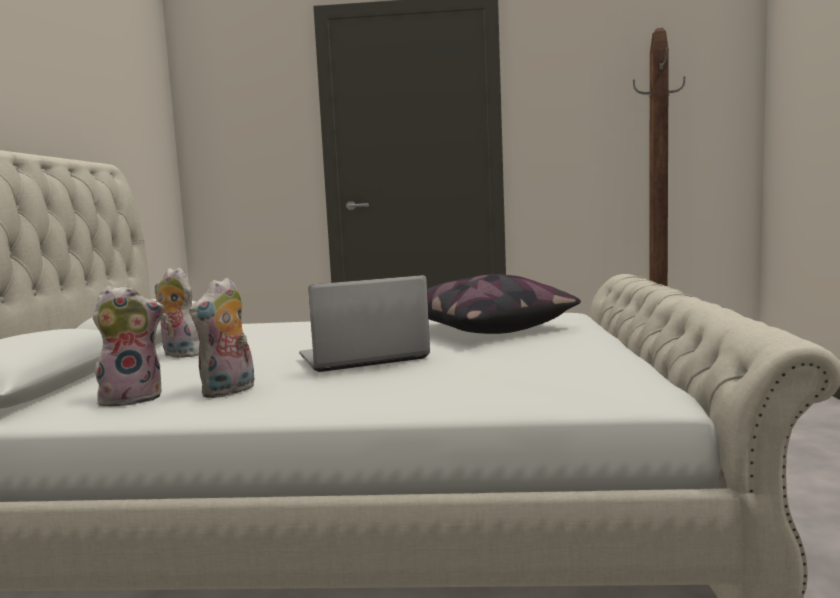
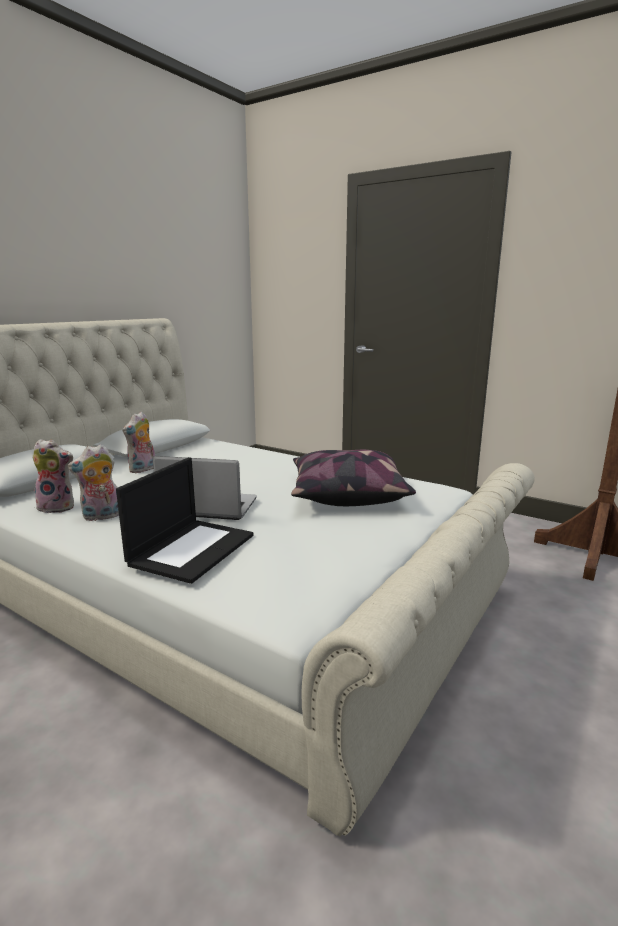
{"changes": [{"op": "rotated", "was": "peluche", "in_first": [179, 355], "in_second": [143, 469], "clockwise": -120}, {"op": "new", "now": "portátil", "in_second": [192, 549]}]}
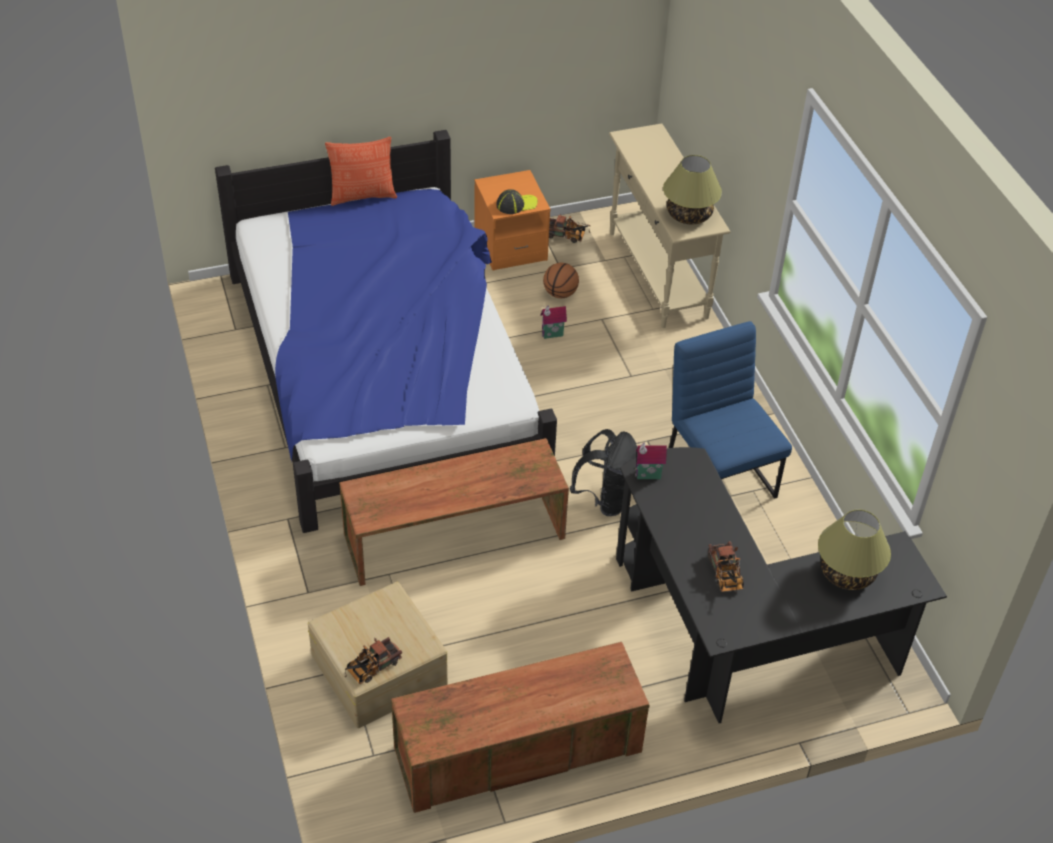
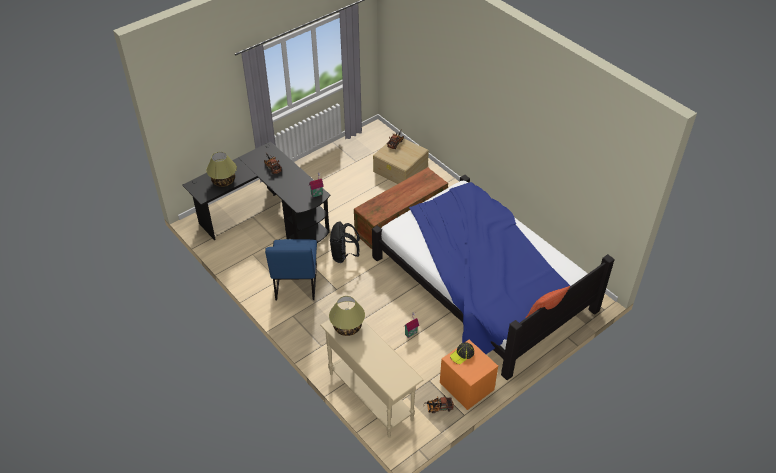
{"changes": [{"op": "gone", "was": "balón de baloncesto", "in_first": [560, 294]}, {"op": "rotated", "was": "silla [azul]", "in_first": [720, 473], "in_second": [295, 284], "clockwise": 45}, {"op": "gone", "was": "banco [marrón]", "in_first": [517, 752]}]}
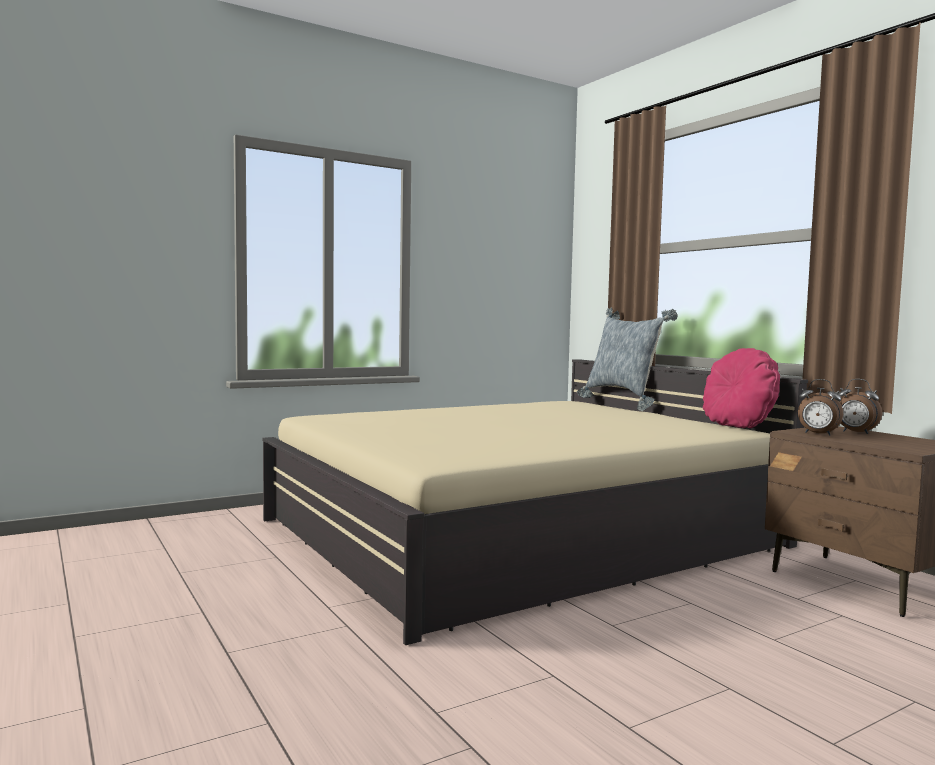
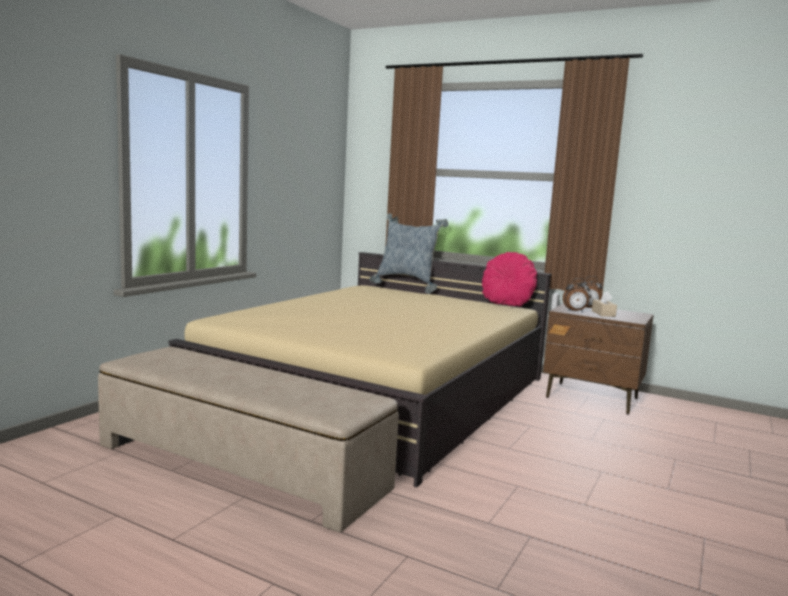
{"changes": [{"op": "new", "now": "caja de pañuelos [beis]", "in_second": [603, 313]}, {"op": "new", "now": "banco [beis]", "in_second": [242, 466]}]}
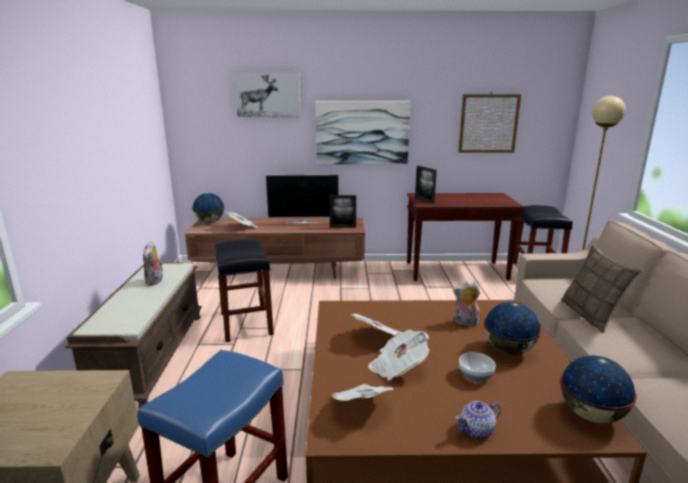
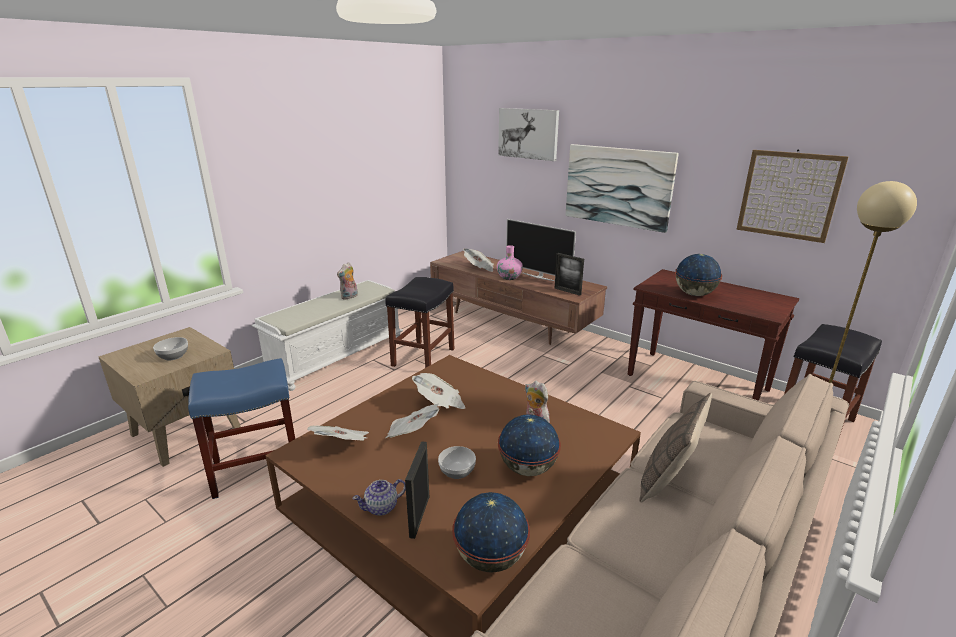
{"changes": [{"op": "shifted", "was": "portarretratos", "in_first": [424, 200], "in_second": [419, 516]}, {"op": "shifted", "was": "globo terráqueo", "in_first": [209, 222], "in_second": [694, 294]}, {"op": "repainted", "was": "banco [marrón]", "now": "banco [blanco]", "in_first": [151, 355], "in_second": [337, 355]}, {"op": "rotated", "was": "tetera", "in_first": [477, 430], "in_second": [382, 507], "clockwise": -45}, {"op": "new", "now": "florero [rosa]", "in_second": [509, 277]}, {"op": "new", "now": "cuenco", "in_second": [174, 356]}]}
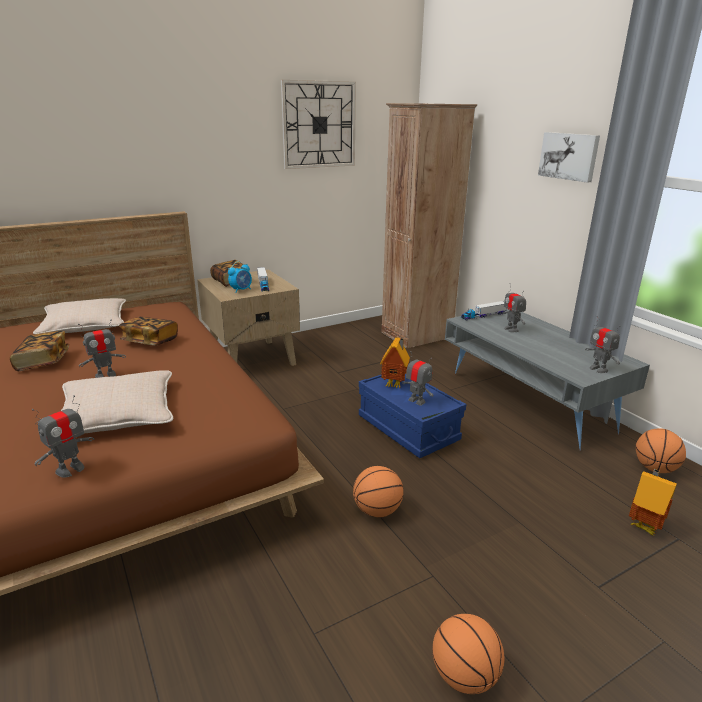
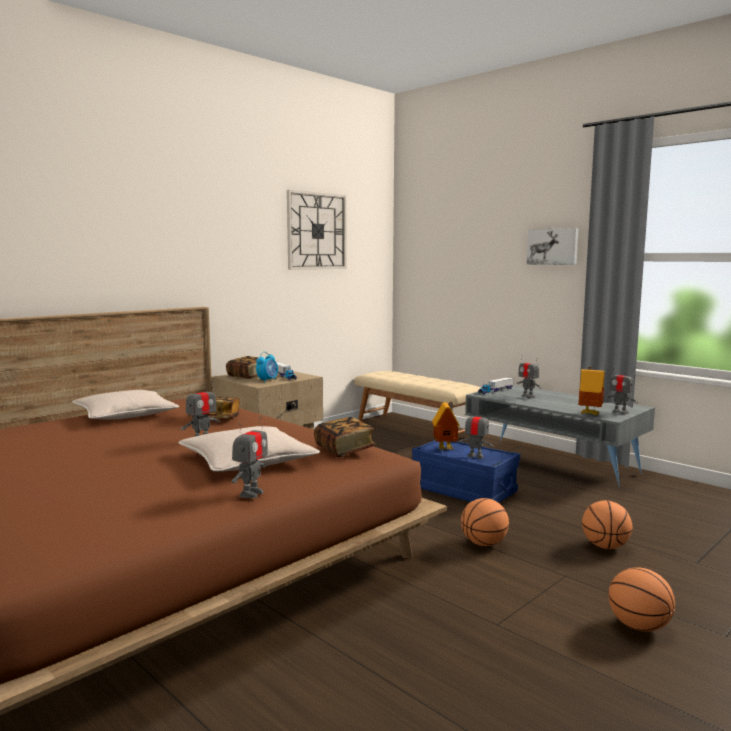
{"changes": [{"op": "swapped", "was": "armario [marrón]", "now": "banco [beis]", "in_first": [416, 335], "in_second": [416, 428]}, {"op": "shifted", "was": "libro", "in_first": [43, 361], "in_second": [344, 449]}, {"op": "shifted", "was": "balón de baloncesto", "in_first": [655, 469], "in_second": [605, 547]}, {"op": "shifted", "was": "casita", "in_first": [644, 526], "in_second": [589, 414]}]}
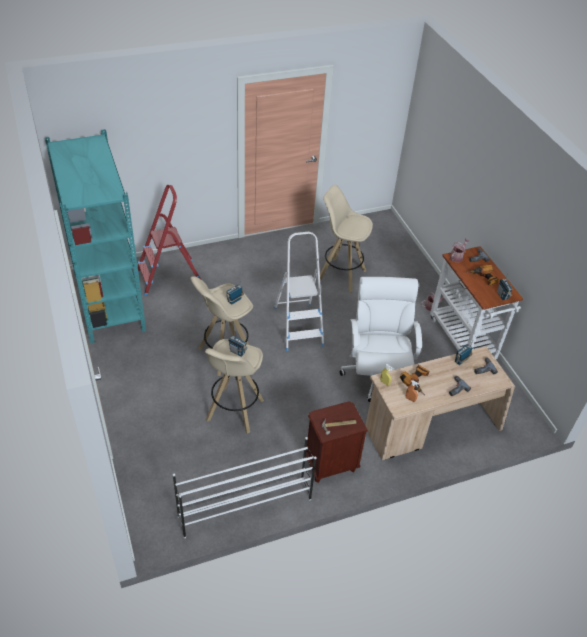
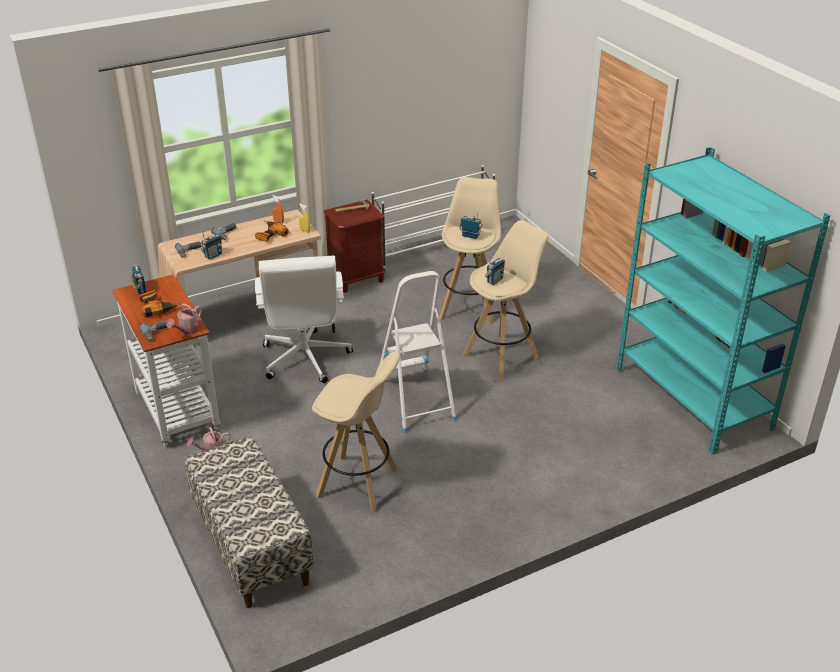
{"changes": [{"op": "gone", "was": "escalera de tijera [rojo]", "in_first": [168, 277]}, {"op": "new", "now": "banco", "in_second": [251, 545]}]}
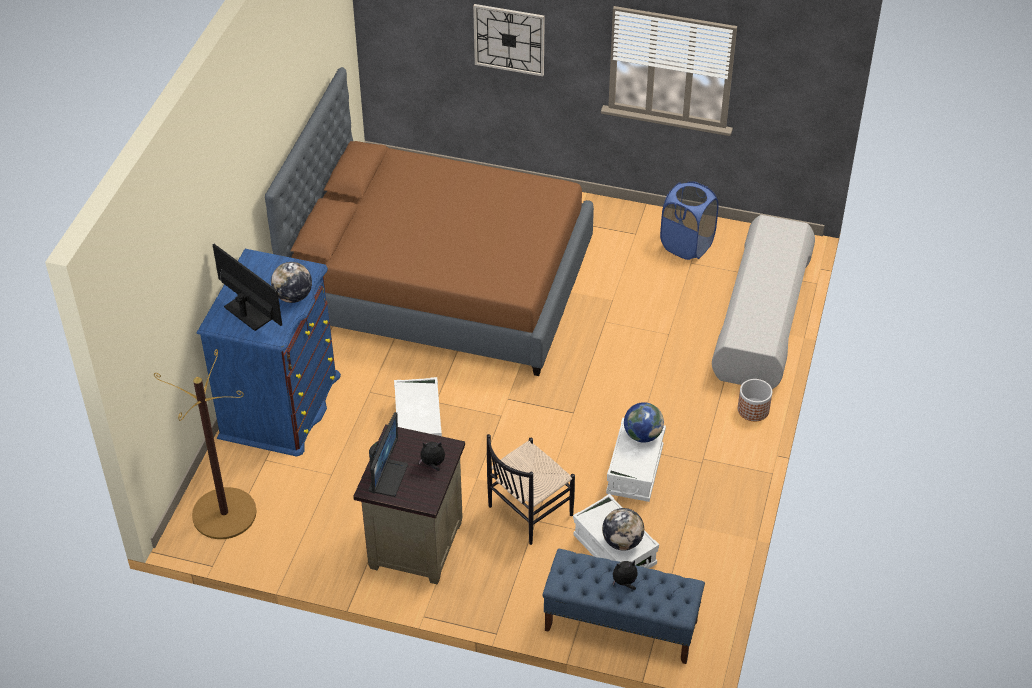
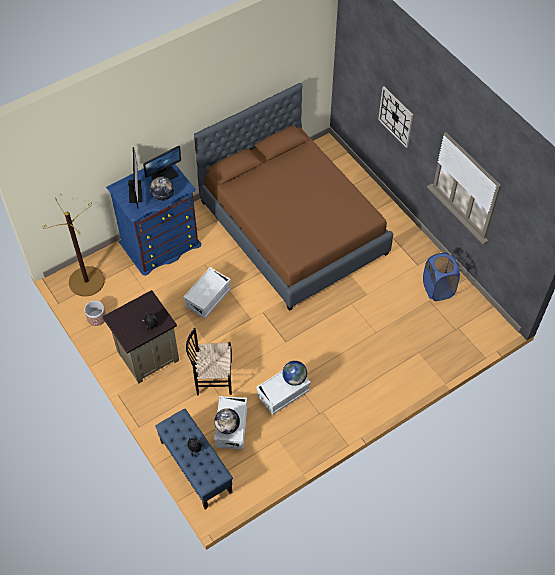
{"changes": [{"op": "gone", "was": "banco [gris]", "in_first": [763, 317]}, {"op": "shifted", "was": "maceta", "in_first": [753, 410], "in_second": [96, 318]}, {"op": "shifted", "was": "monitor", "in_first": [387, 477], "in_second": [164, 175]}]}
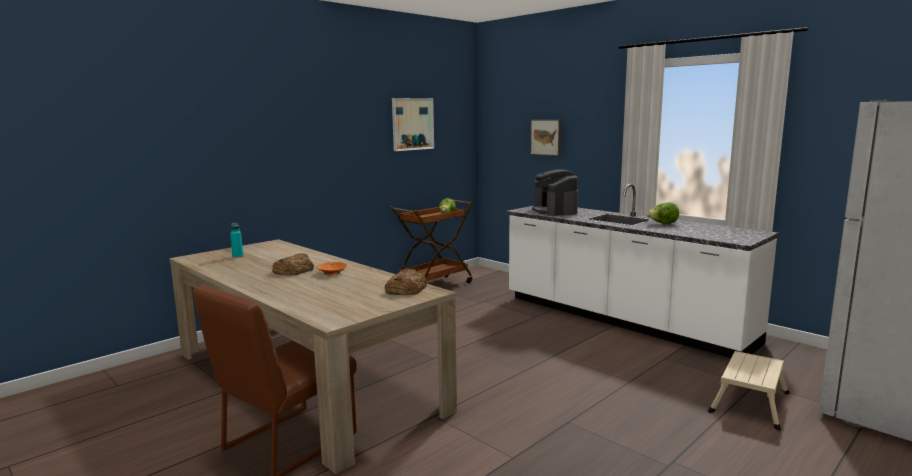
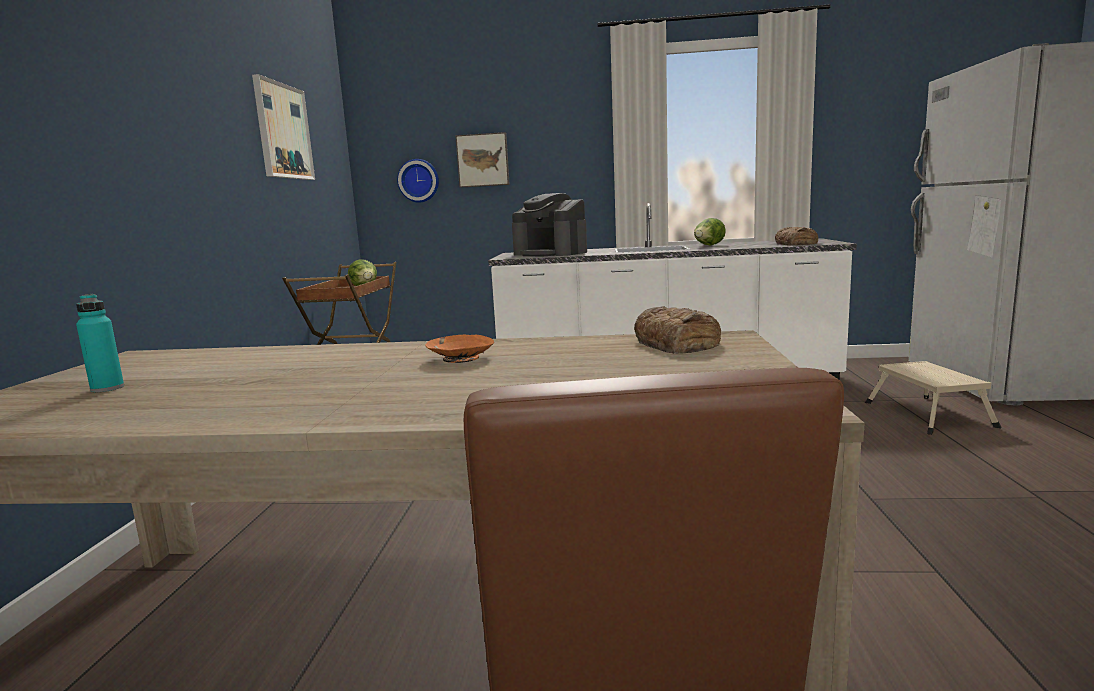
{"changes": [{"op": "shifted", "was": "pan", "in_first": [294, 270], "in_second": [795, 243]}, {"op": "new", "now": "reloj de pared", "in_second": [419, 180]}]}
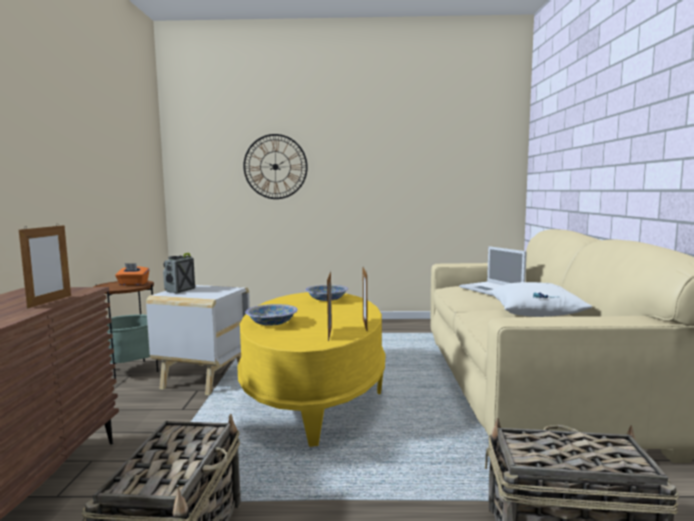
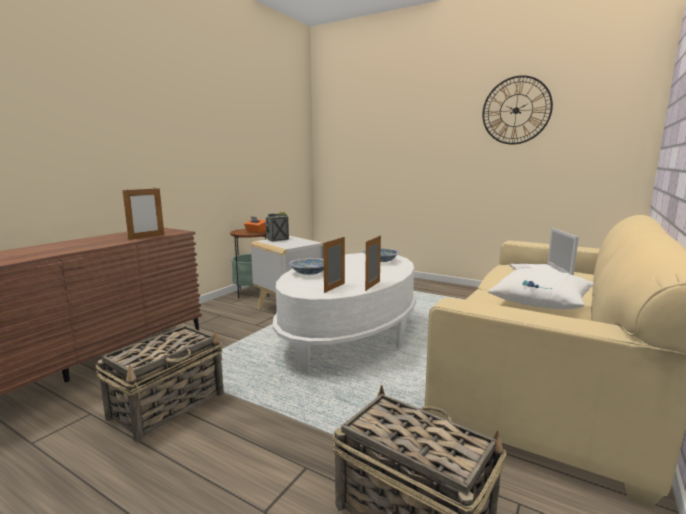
{"changes": [{"op": "shifted", "was": "reloj de pared", "in_first": [275, 166], "in_second": [516, 110]}, {"op": "repainted", "was": "mesa de centro [amarillo]", "now": "mesa de centro [blanco]", "in_first": [314, 393], "in_second": [349, 335]}]}
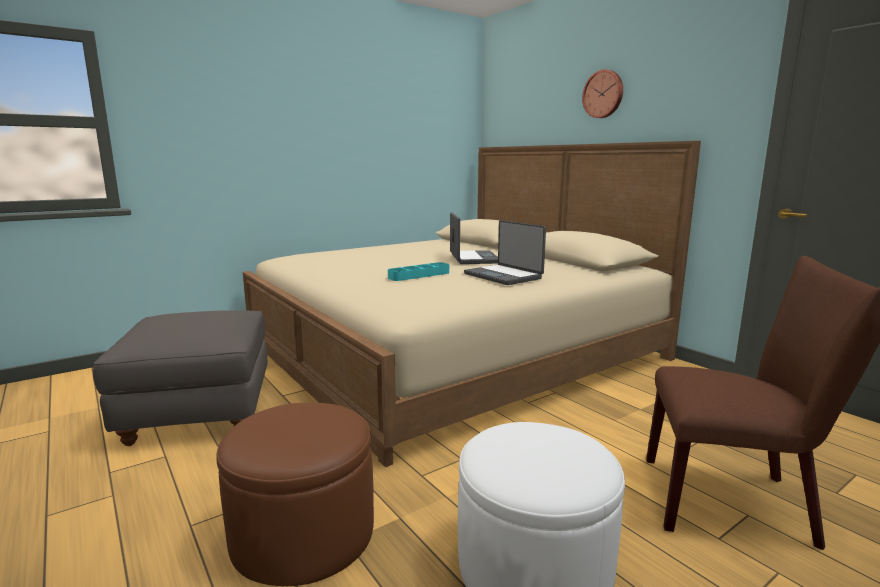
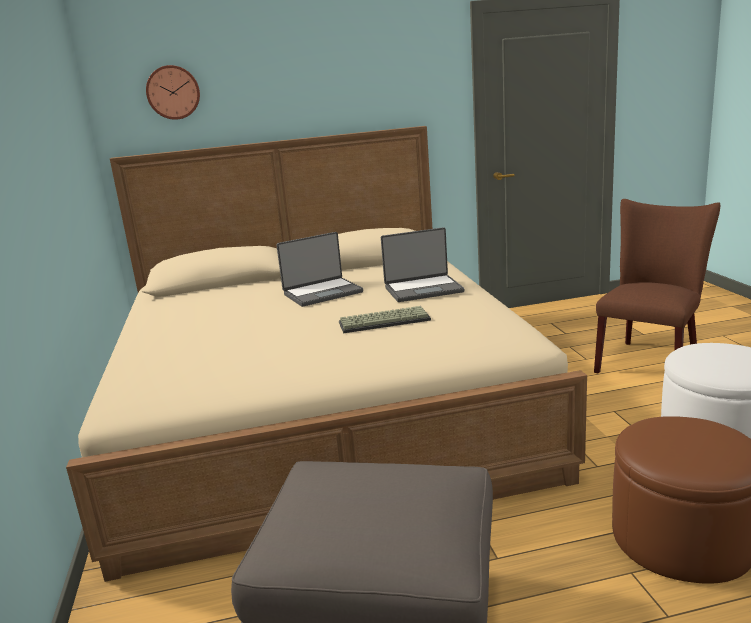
{"changes": [{"op": "shifted", "was": "reloj de pared", "in_first": [603, 94], "in_second": [173, 92]}, {"op": "rotated", "was": "portátil", "in_first": [472, 258], "in_second": [322, 293], "clockwise": 135}, {"op": "swapped", "was": "bandeja [turquesa]", "now": "teclado", "in_first": [419, 275], "in_second": [385, 321]}]}
